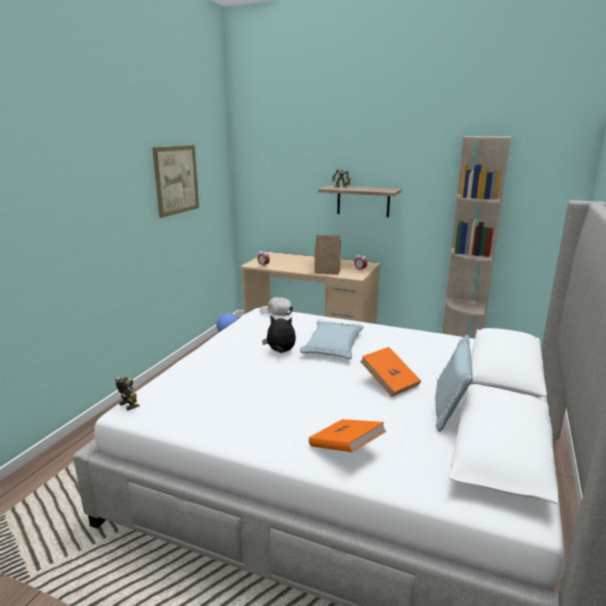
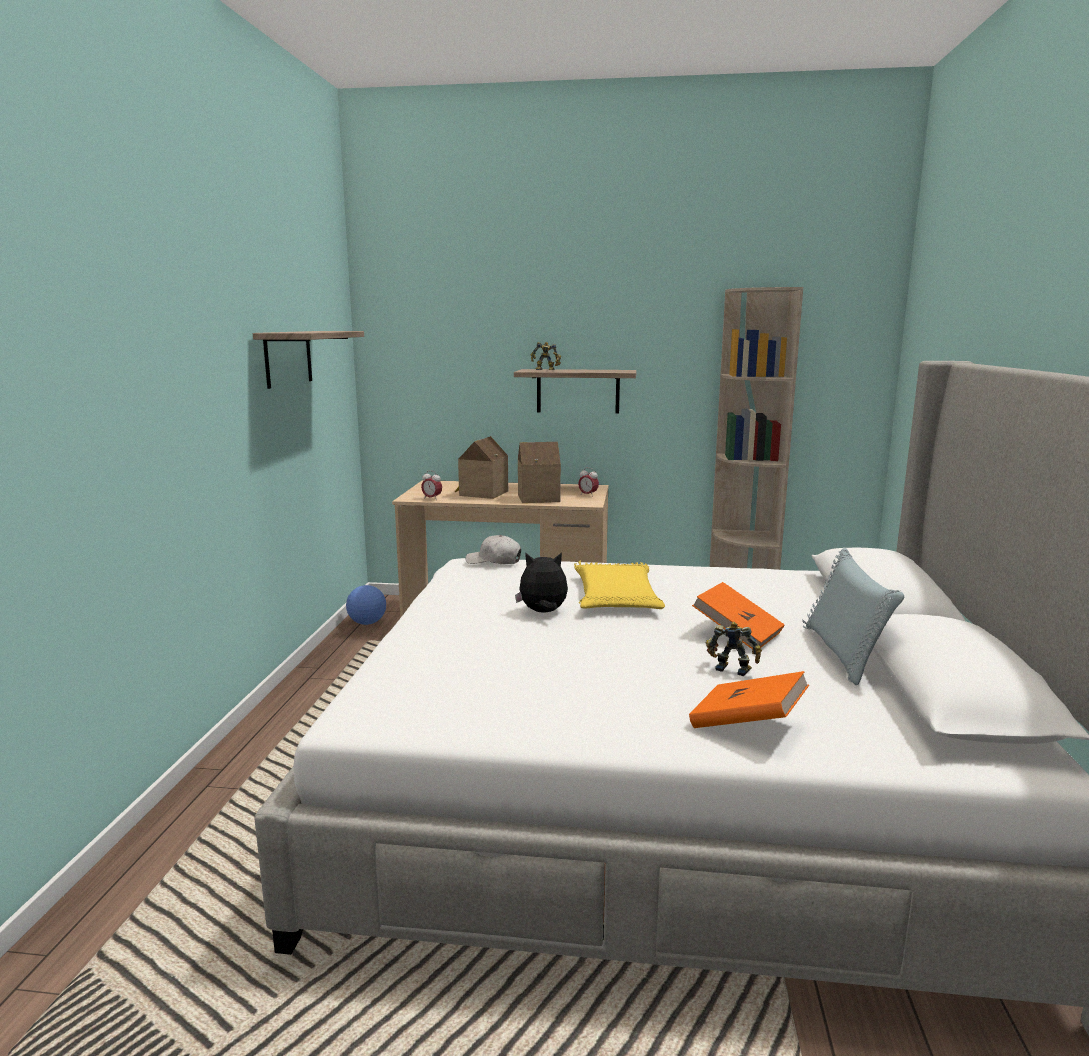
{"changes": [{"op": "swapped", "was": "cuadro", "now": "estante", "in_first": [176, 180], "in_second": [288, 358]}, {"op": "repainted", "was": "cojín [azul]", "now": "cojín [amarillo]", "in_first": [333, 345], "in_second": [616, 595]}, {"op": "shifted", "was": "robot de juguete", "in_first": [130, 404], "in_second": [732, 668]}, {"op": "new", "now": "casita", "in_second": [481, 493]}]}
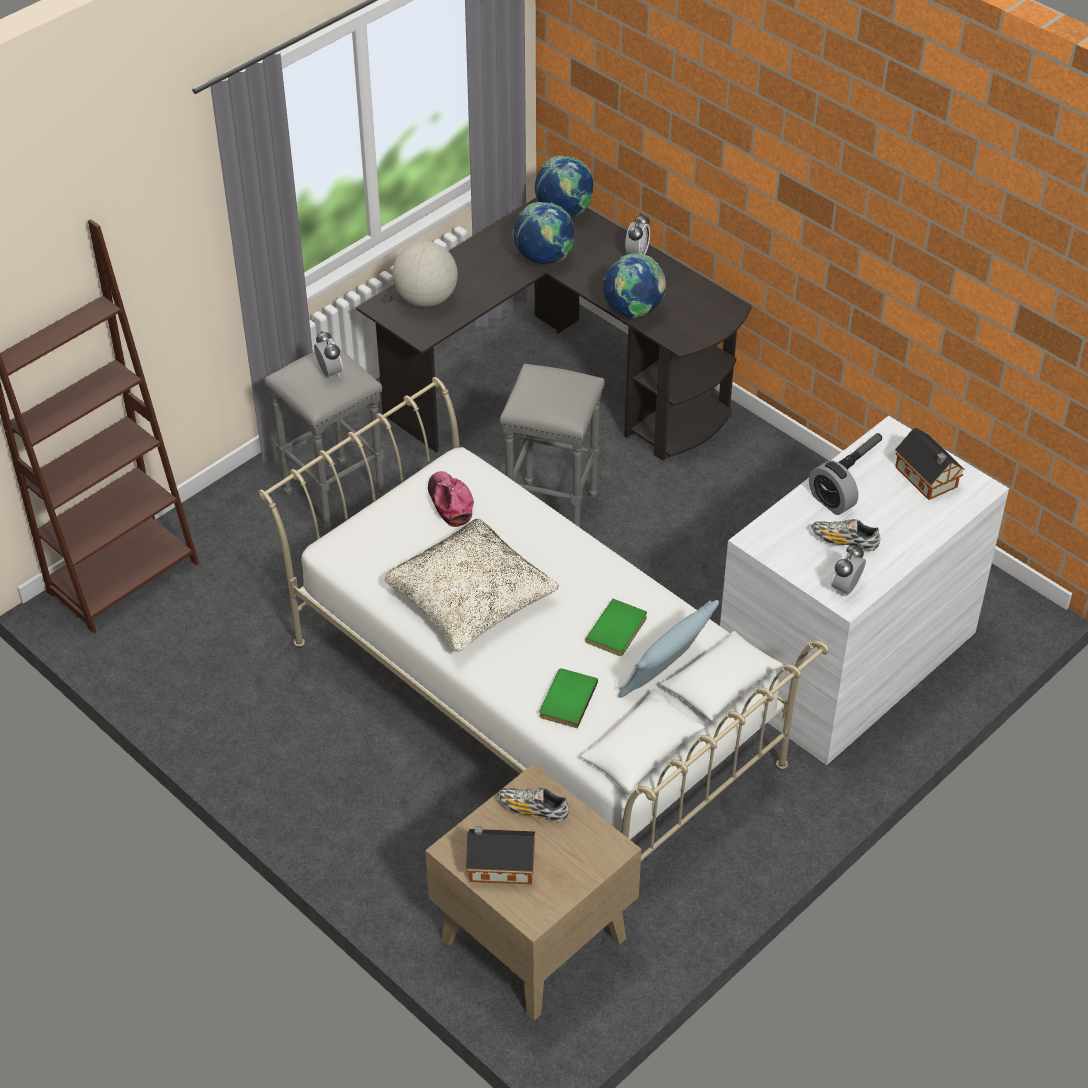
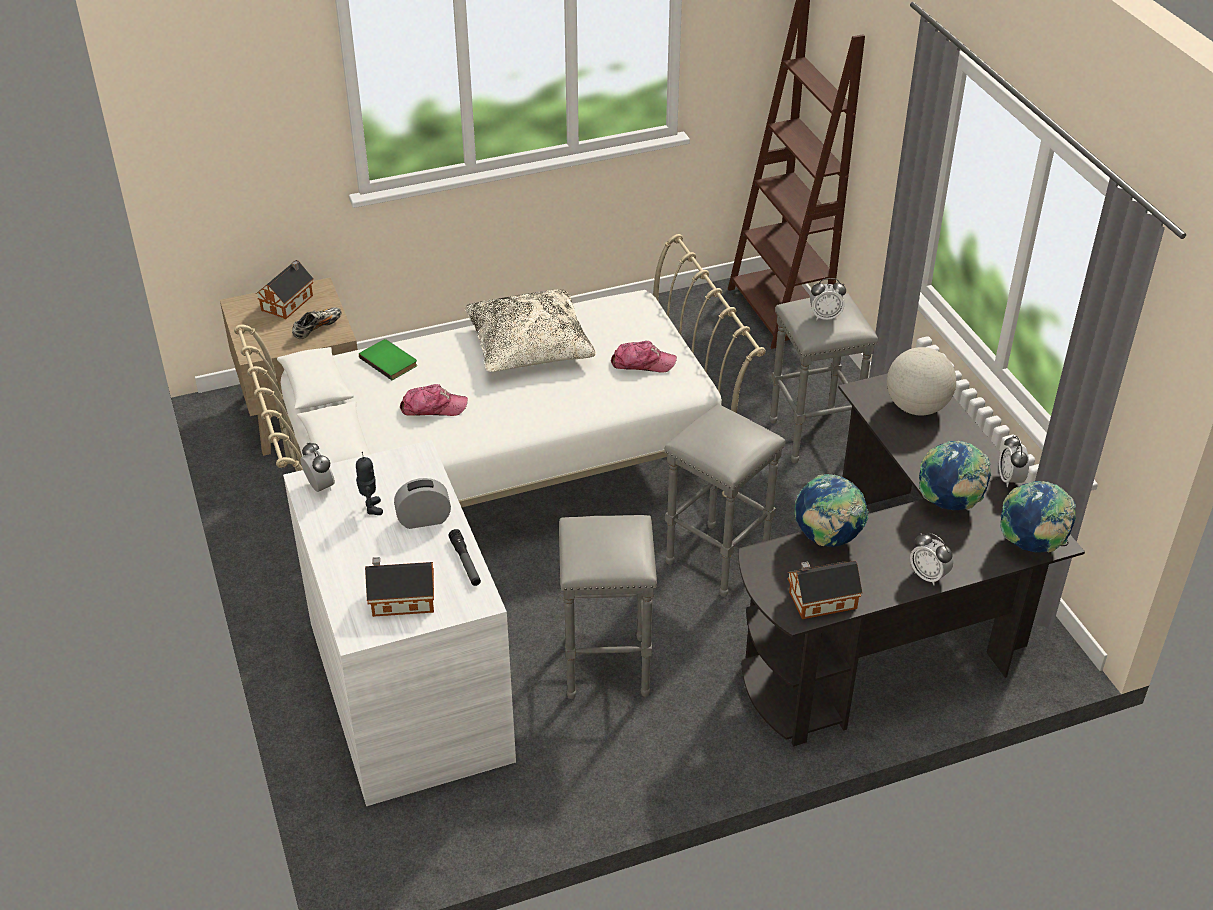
{"changes": [{"op": "swapped", "was": "zapato", "now": "robot de juguete", "in_first": [844, 541], "in_second": [371, 508]}, {"op": "swapped", "was": "libro [verde]", "now": "gorra", "in_first": [618, 630], "in_second": [433, 407]}, {"op": "gone", "was": "cojín [azul]", "in_first": [666, 672]}, {"op": "new", "now": "despertador", "in_second": [1010, 479]}, {"op": "new", "now": "taburete [gris]", "in_second": [604, 665]}, {"op": "new", "now": "casita", "in_second": [819, 600]}]}
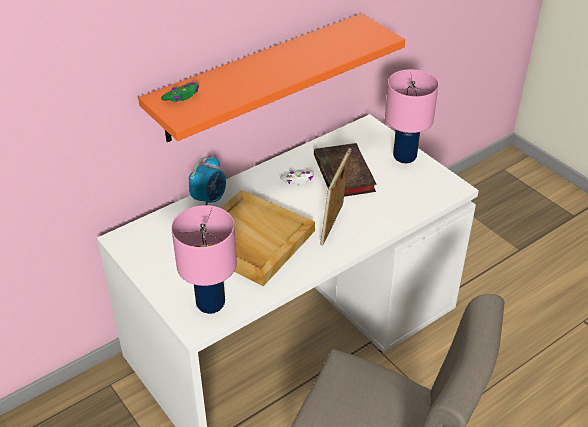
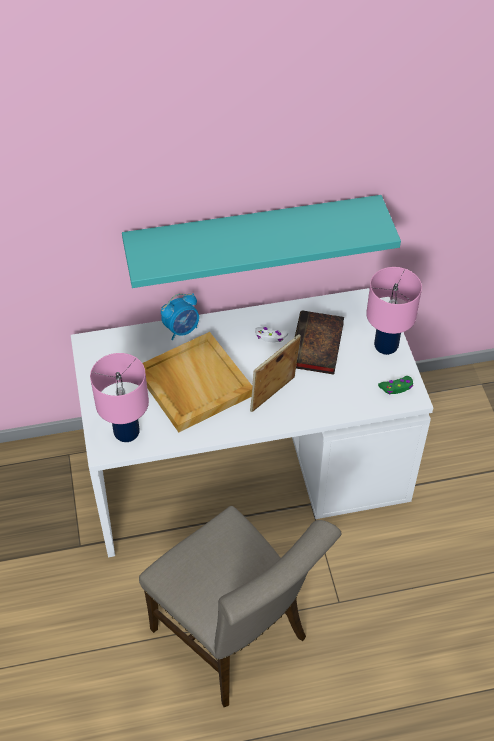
{"changes": [{"op": "repainted", "was": "estante [naranja]", "now": "estante [turquesa]", "in_first": [258, 78], "in_second": [253, 234]}, {"op": "shifted", "was": "mando de consola [verde]", "in_first": [182, 96], "in_second": [396, 387]}]}
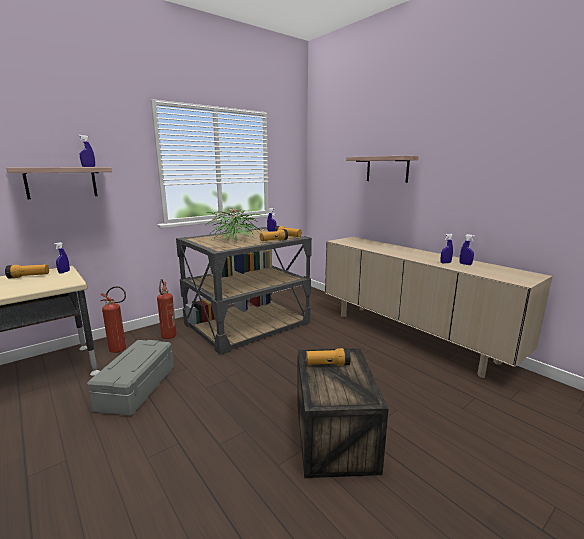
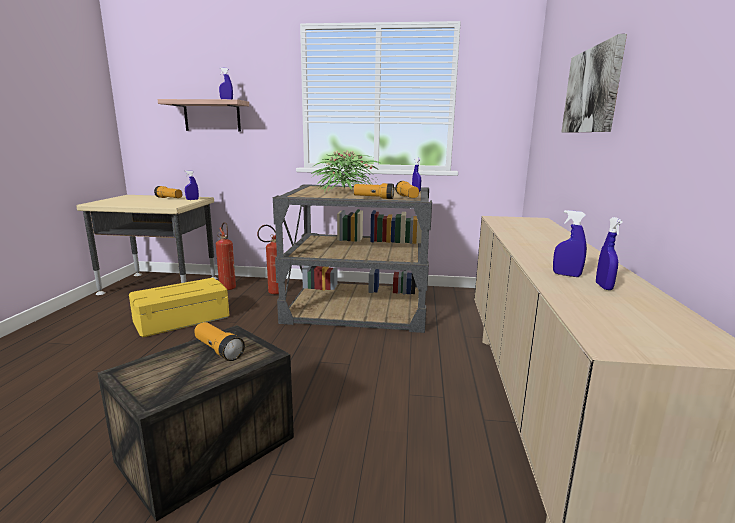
{"changes": [{"op": "swapped", "was": "estante", "now": "cuadro", "in_first": [387, 169], "in_second": [592, 90]}, {"op": "repainted", "was": "caja de almacenaje [gris]", "now": "caja de almacenaje [amarillo]", "in_first": [136, 387], "in_second": [182, 320]}]}
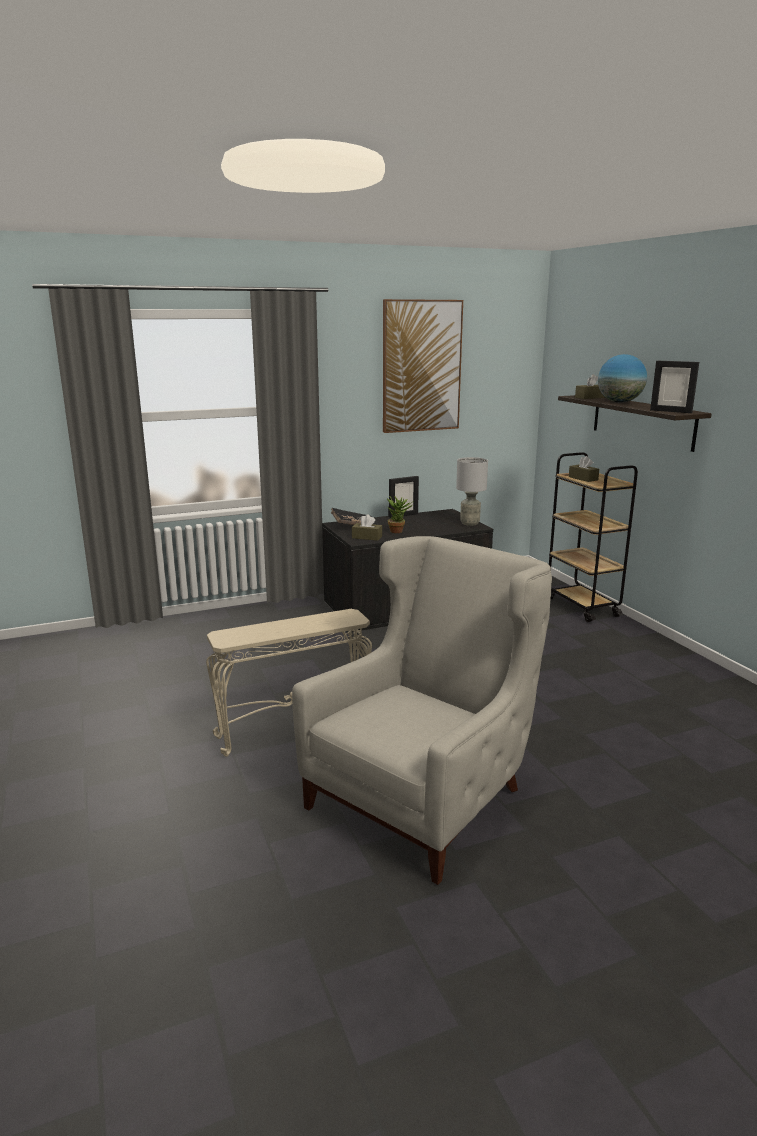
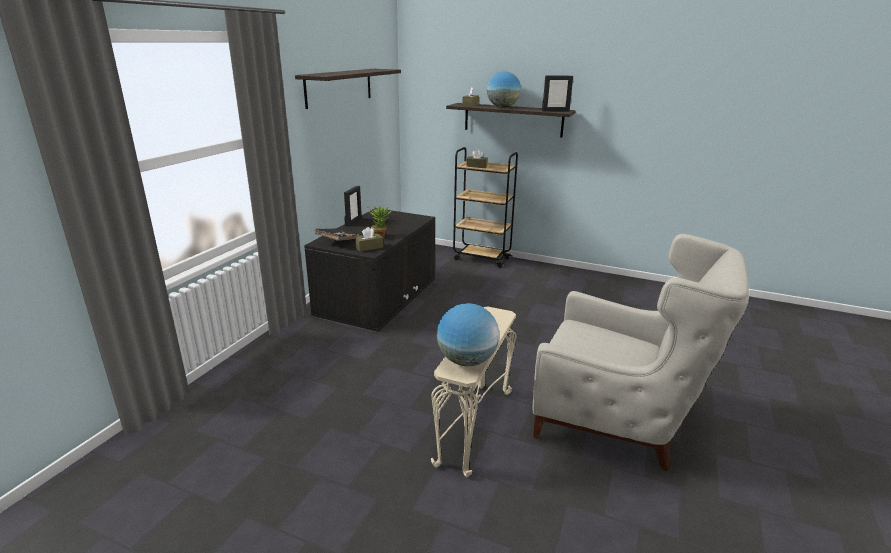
{"changes": [{"op": "swapped", "was": "cuadro", "now": "estante", "in_first": [421, 366], "in_second": [339, 87]}, {"op": "gone", "was": "lámpara de mesa [gris]", "in_first": [470, 523]}, {"op": "rotated", "was": "sillón [beis]", "in_first": [424, 797], "in_second": [616, 421], "clockwise": 120}, {"op": "new", "now": "globo terráqueo", "in_second": [467, 361]}]}
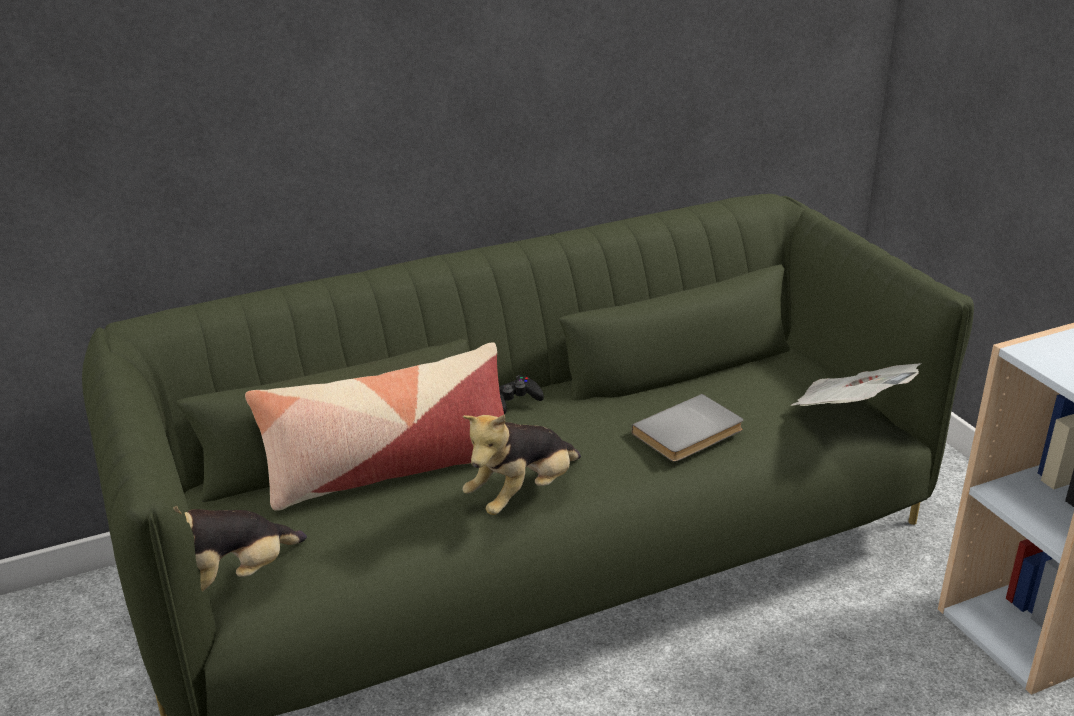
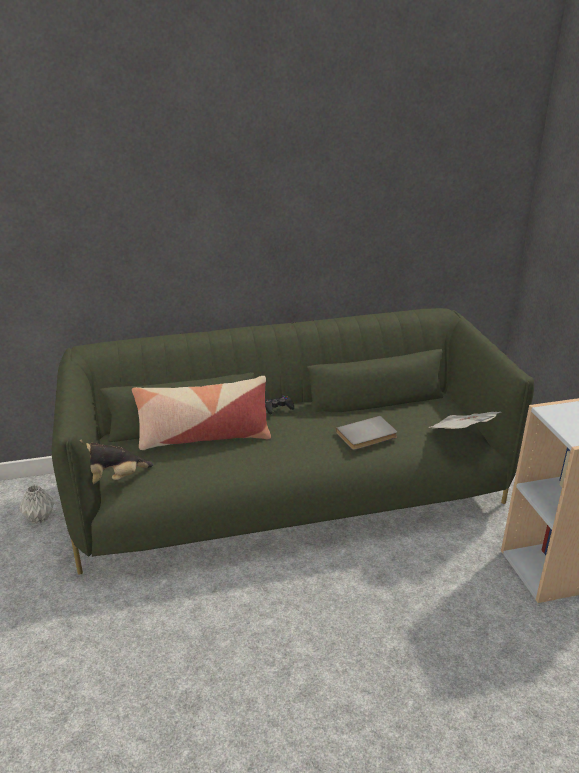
{"changes": [{"op": "gone", "was": "peluche", "in_first": [522, 494]}, {"op": "new", "now": "florero [gris]", "in_second": [40, 518]}]}
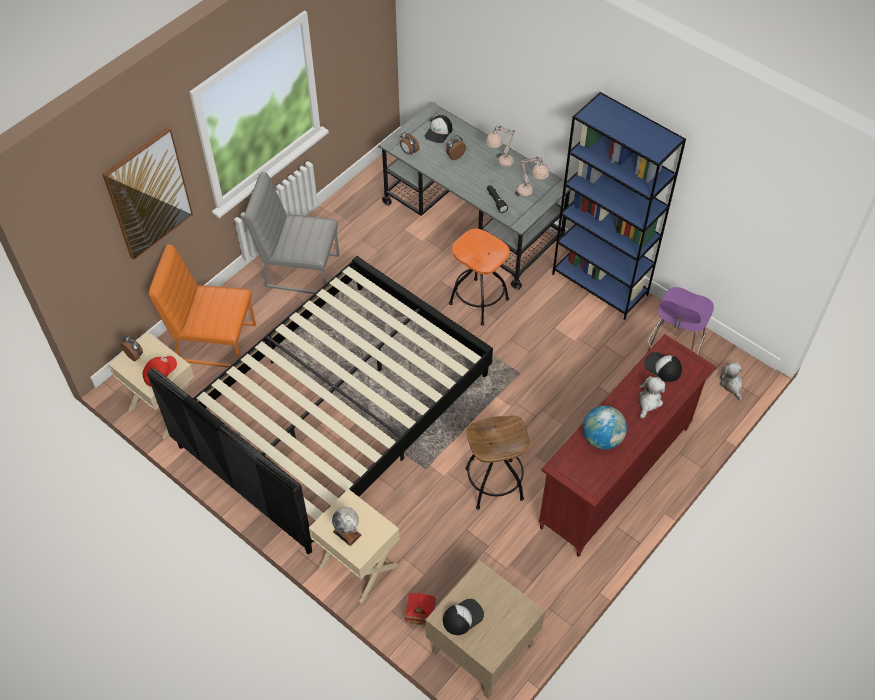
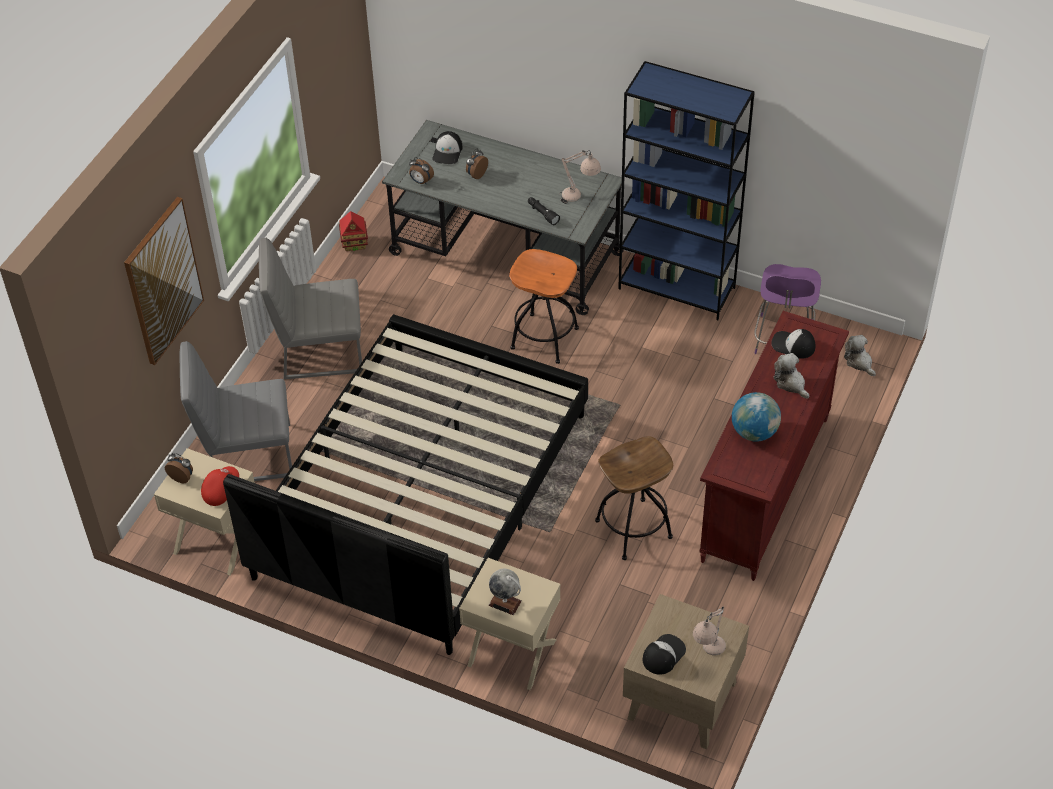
{"changes": [{"op": "shifted", "was": "lámpara de mesa [beis]", "in_first": [499, 165], "in_second": [707, 654]}, {"op": "repainted", "was": "silla [naranja]", "now": "silla [gris]", "in_first": [214, 341], "in_second": [247, 454]}, {"op": "rotated", "was": "peluche", "in_first": [649, 401], "in_second": [790, 383], "clockwise": -45}, {"op": "shifted", "was": "casita", "in_first": [420, 615], "in_second": [354, 243]}]}
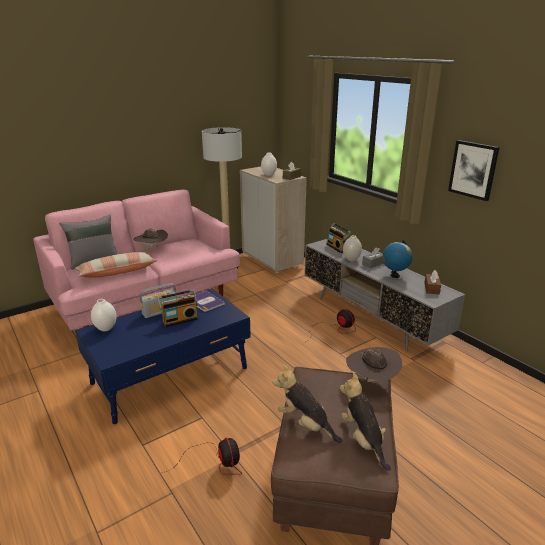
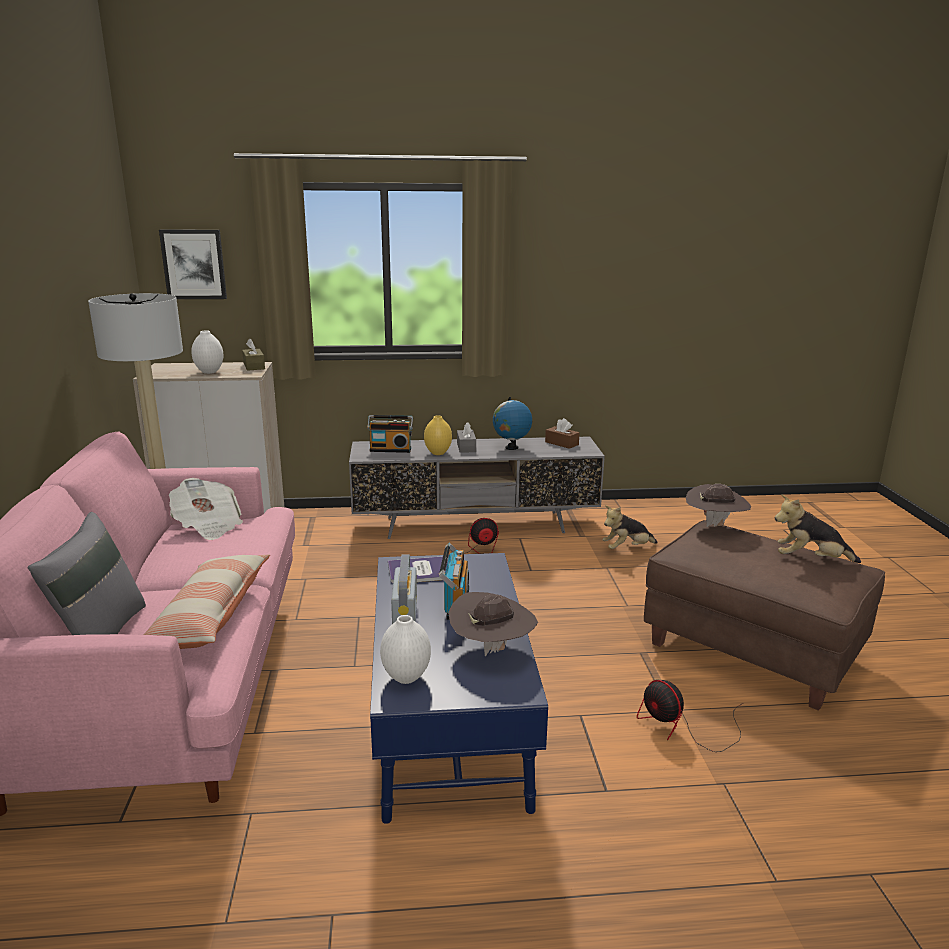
{"changes": [{"op": "shifted", "was": "cuadro", "in_first": [473, 170], "in_second": [194, 264]}, {"op": "shifted", "was": "sombrero [marrón]", "in_first": [152, 249], "in_second": [492, 648]}, {"op": "repainted", "was": "florero [blanco]", "now": "florero [amarillo]", "in_first": [351, 259], "in_second": [437, 453]}, {"op": "shifted", "was": "peluche", "in_first": [305, 424], "in_second": [627, 548]}, {"op": "rotated", "was": "ventilador", "in_first": [216, 462], "in_second": [683, 727], "clockwise": -135}, {"op": "new", "now": "periódico", "in_second": [208, 526]}]}
